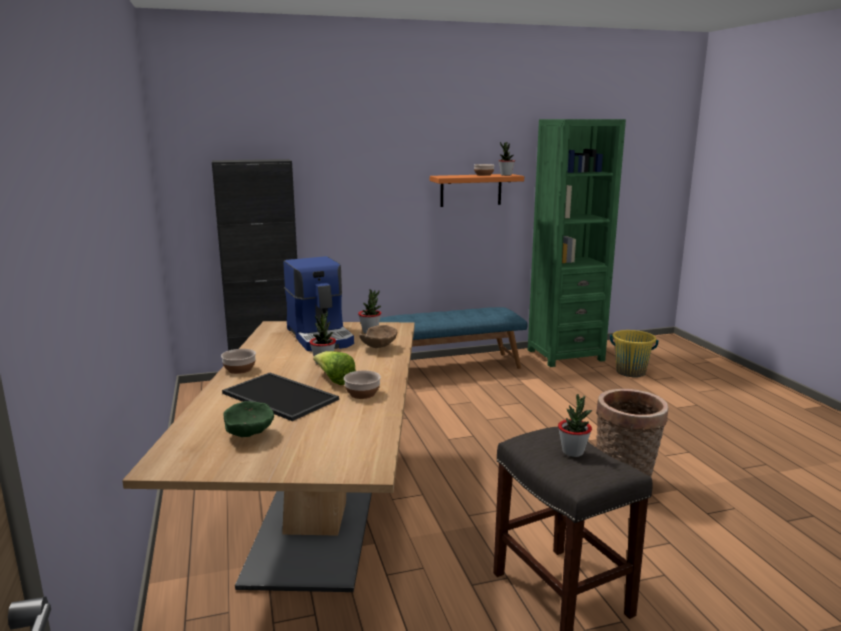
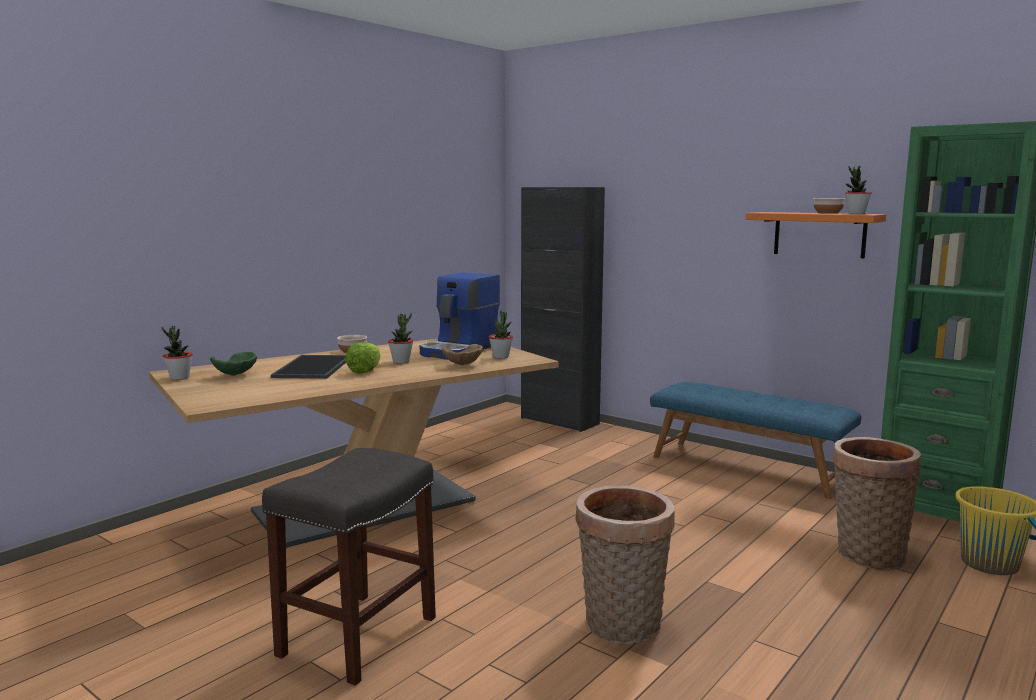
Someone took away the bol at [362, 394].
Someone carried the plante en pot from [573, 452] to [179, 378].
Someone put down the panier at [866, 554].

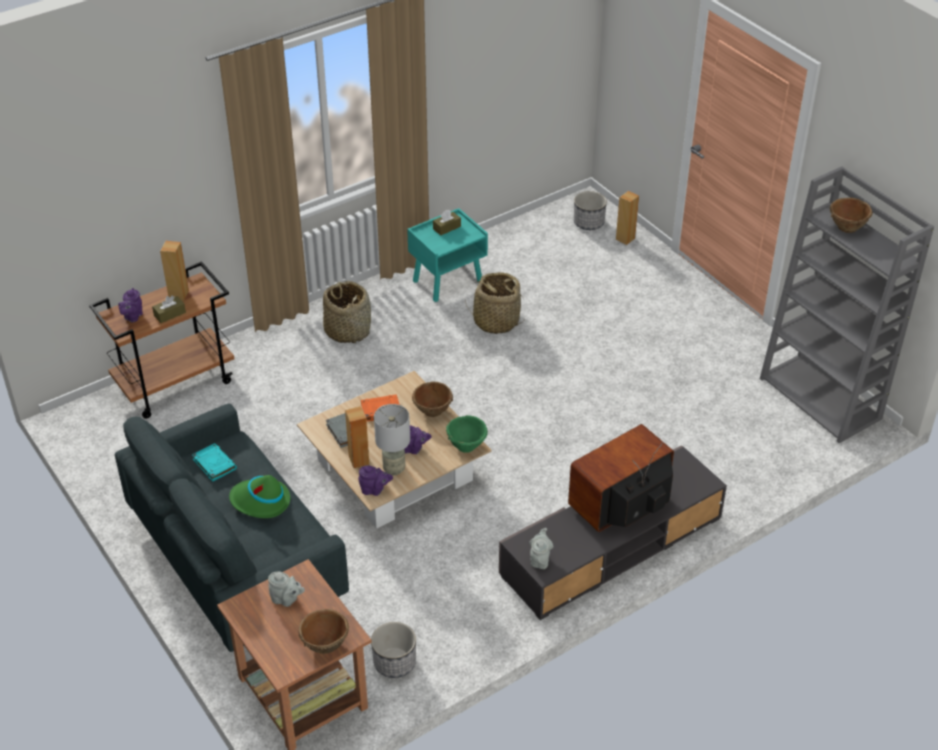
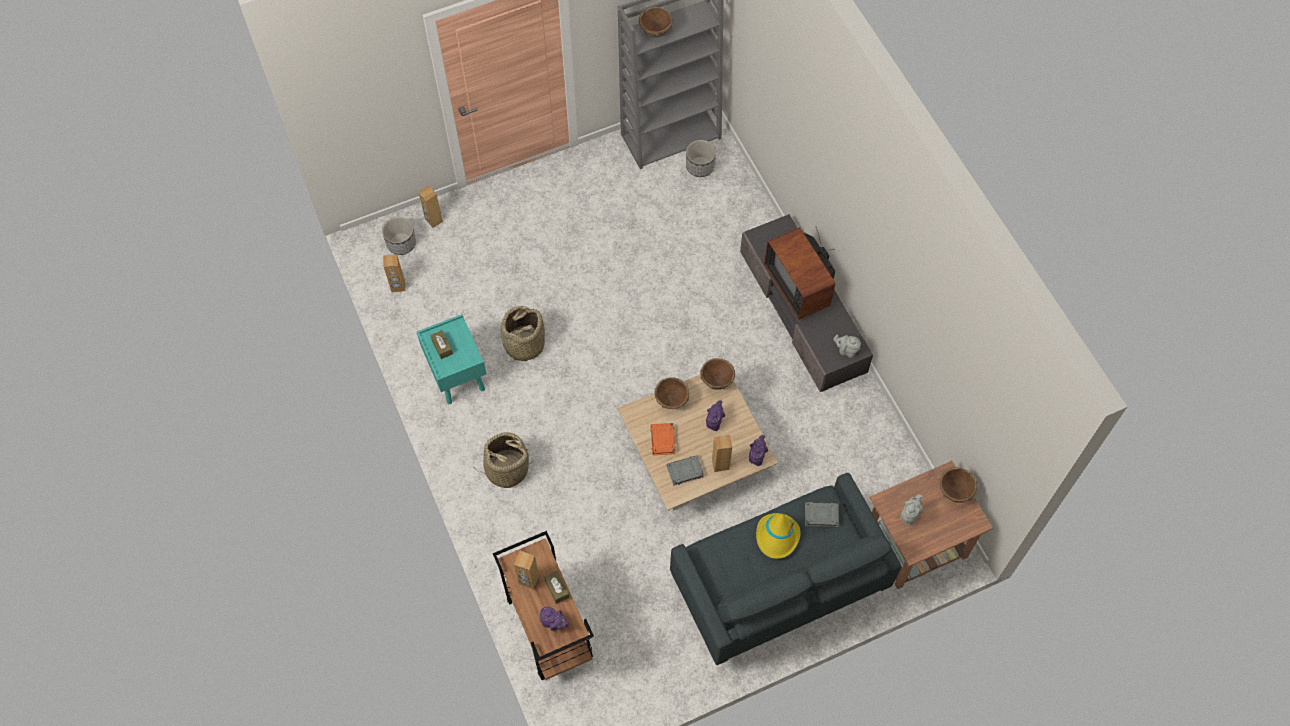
Someone took away the livre [turquoise] at [214, 464].
Someone repainted the chapeau [vert] at [260, 501], which became the chapeau [jaune] at [777, 537].
Someone carried the cache-pot from [394, 663] to [700, 167].
Someone took away the lampe de table [gris] at [394, 469].
Someone repainted the bol [vert] at [467, 445], which became the bol [marron] at [716, 381].
Someone put down the enceinte [marron] at [398, 286].
Someone put down the livre [gris] at [821, 515].

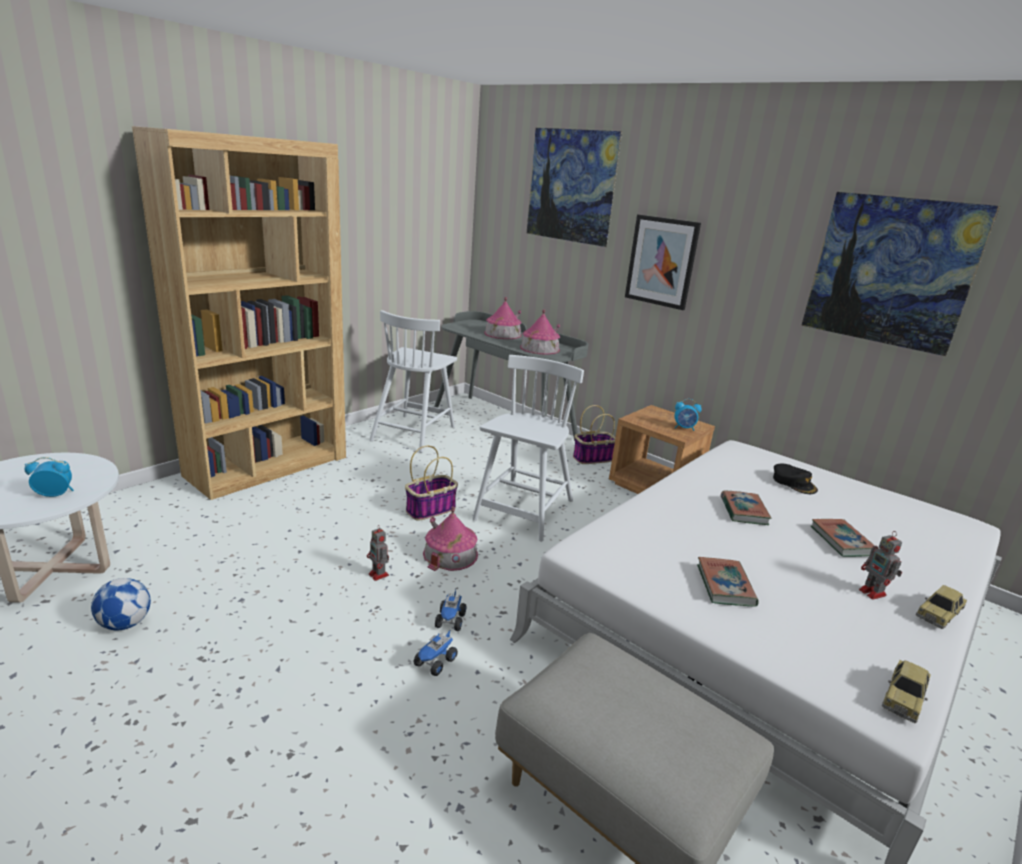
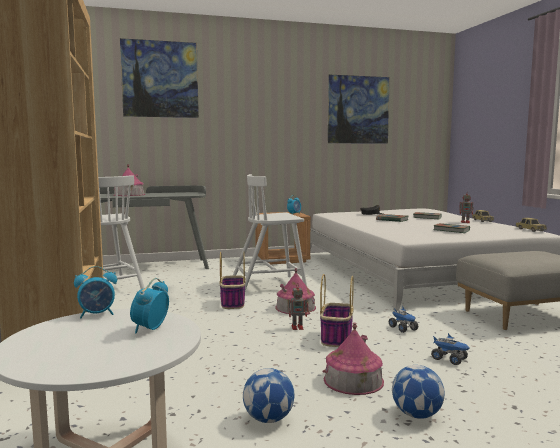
Someone carried the camion jouet from [450, 621] to [449, 359].
Someone rotated the chaise [blanc] at [524, 511] by 75 degrees counterclockwise.
Someone carried the maison miniature from [539, 348] to [353, 380].
Someone carried the panier from [593, 458] to [336, 337].
Someone took away the tableau at [661, 261].
Someone put down the réveil at [97, 314].
Someone put down the ballon de foot at [416, 414].

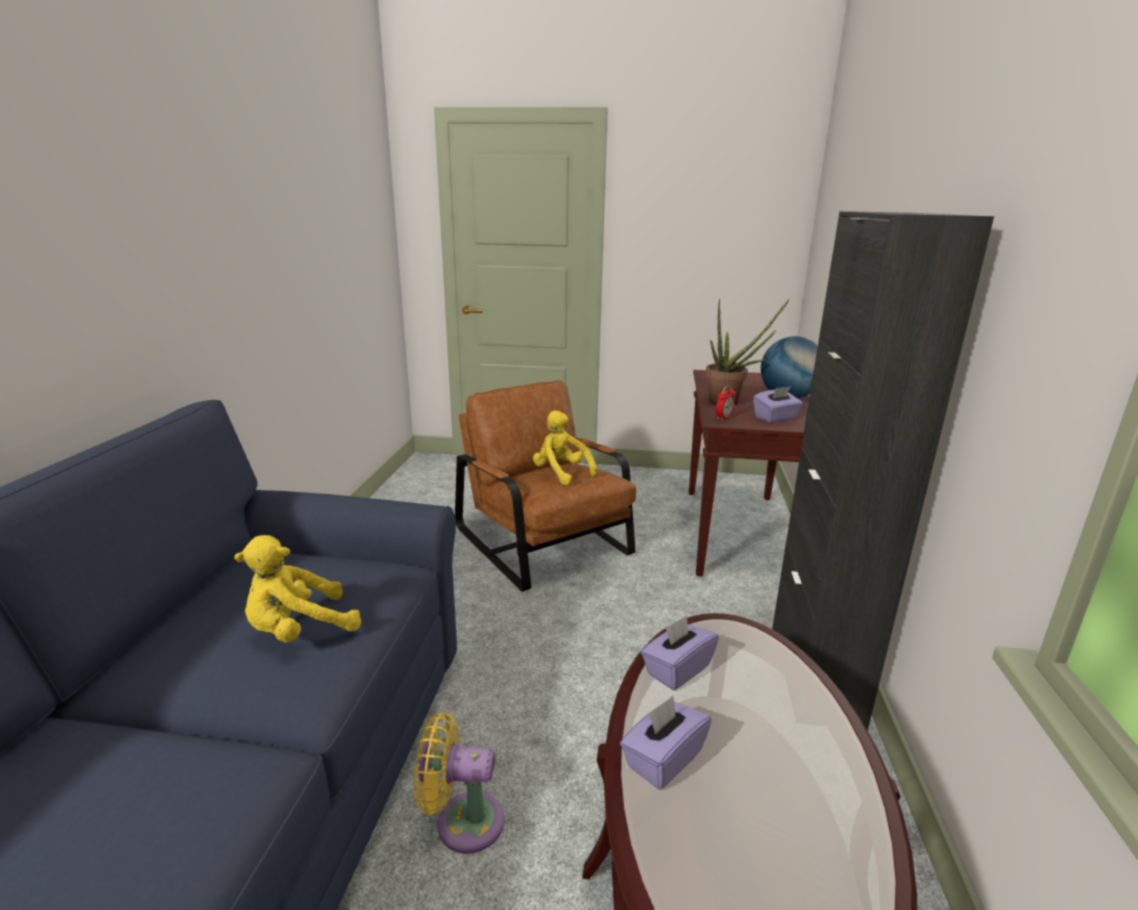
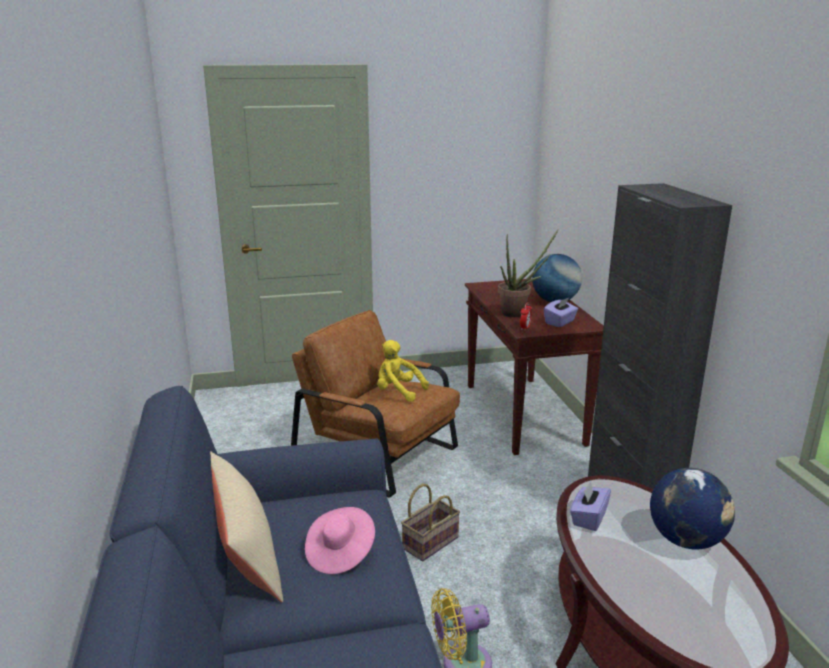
Someone swapped the peluche [jaune] at [299, 631] for the chapeau [rose] at [340, 553].
Someone took away the boîte à mouchoirs [violet] at [663, 759].
Someone put down the coussin [beige] at [244, 551].
Someone put down the panier at [430, 542].
Someone put down the globe at [686, 540].

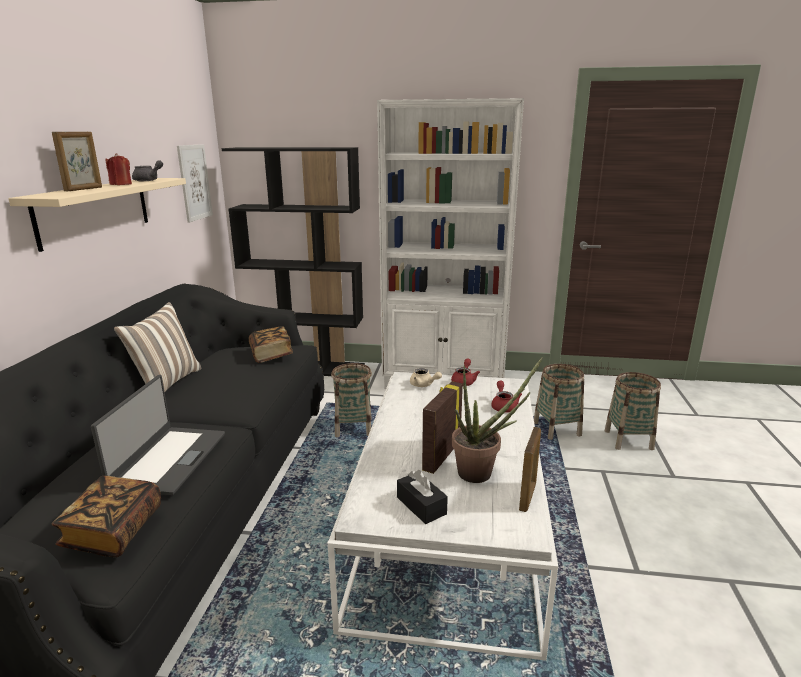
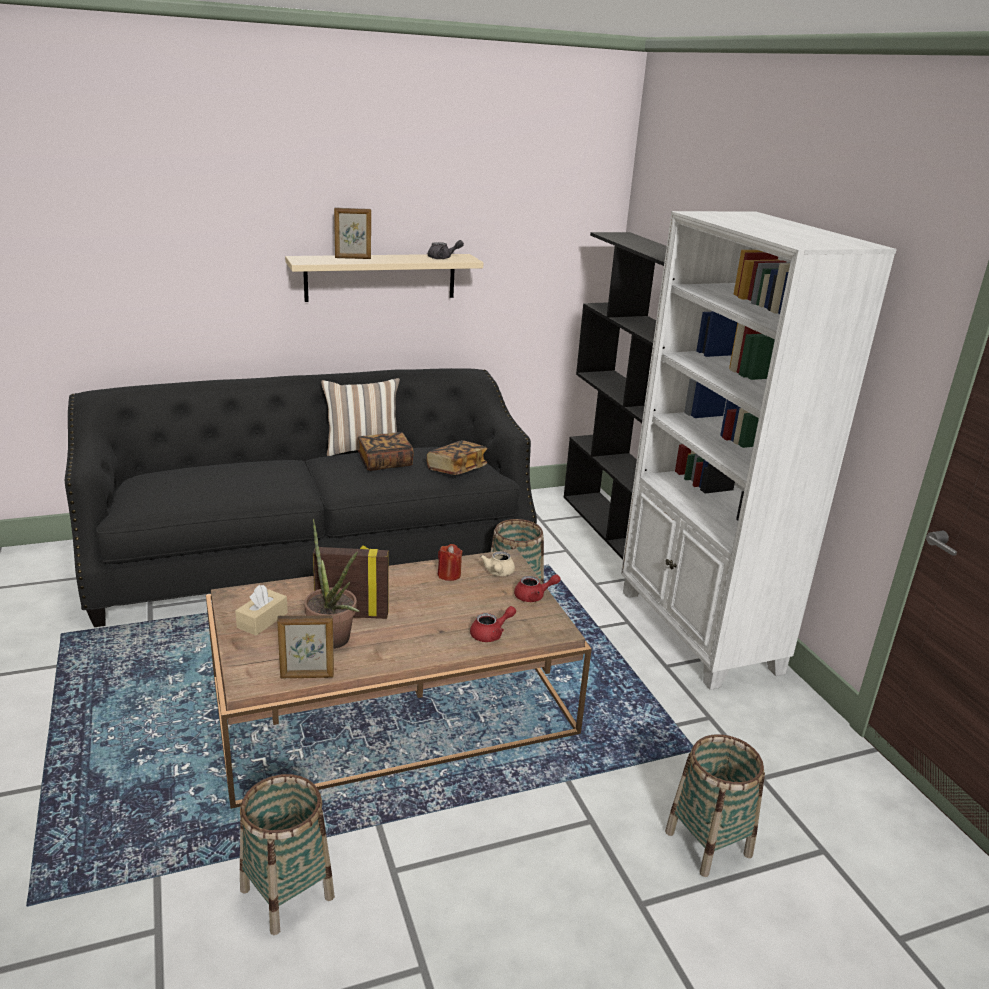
Someone carried the livre from [114, 531] to [385, 462].
Someone took away the ordinateur portable at [168, 460].
Someone carried the bougie [rouge] from [121, 184] to [449, 575].
Someone took away the tableau at [194, 182].
Someone repainted the table basse [blanc] at [448, 520], which became the table basse [marron] at [394, 705].
Someone repainted the boîte à mouchoirs [noir] at [421, 506], which became the boîte à mouchoirs [beige] at [262, 620].
Someone carried the panier from [556, 429] to [286, 893].

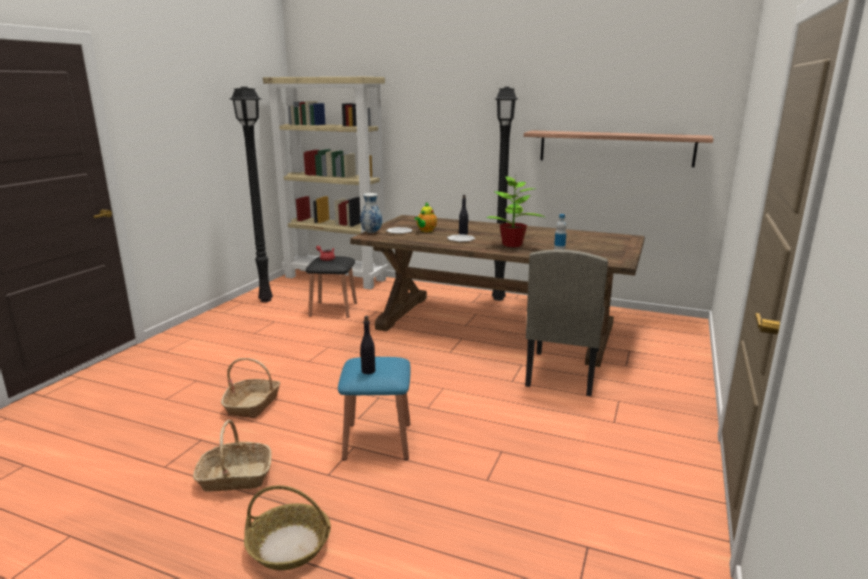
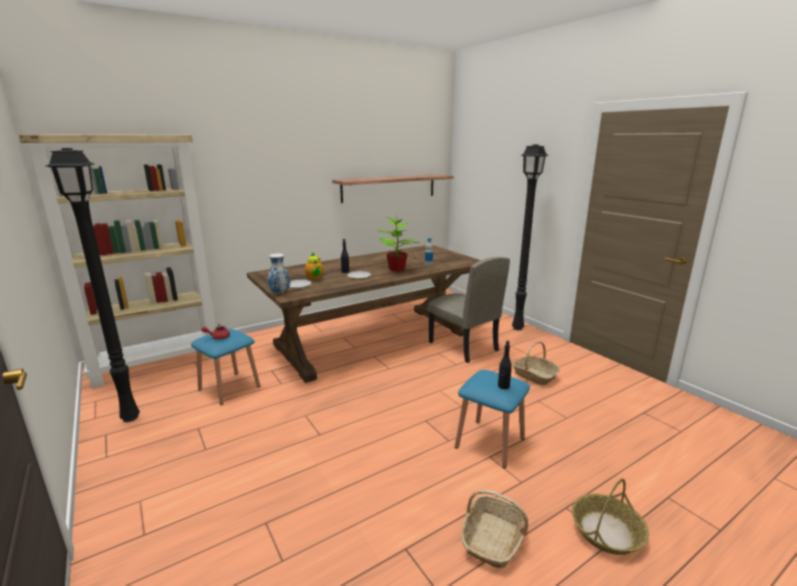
Someone carried the panier from [253, 404] to [534, 375].
Someone repainted the tabouret [noir] at [333, 309], which became the tabouret [bleu] at [229, 388].
Someone carried the lampadaire [noir] from [499, 299] to [518, 328].

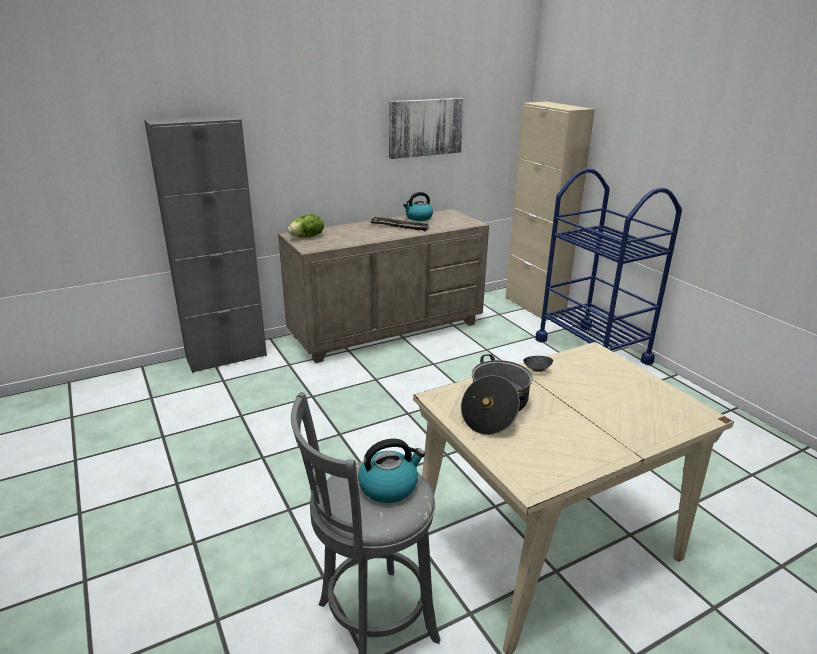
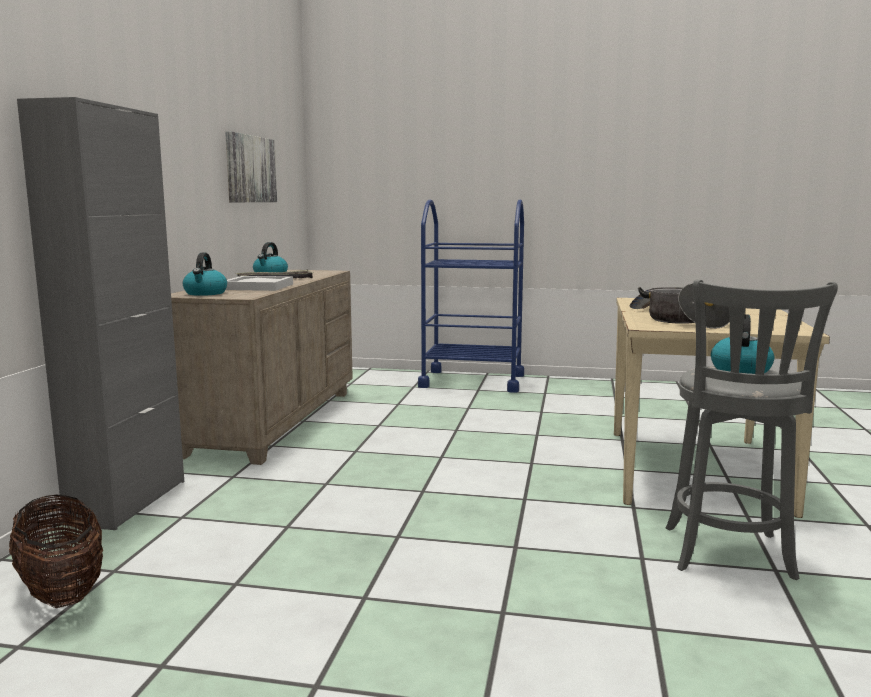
Someone swapped the laitue at [307, 237] for the bouilloire at [205, 293].
Someone took away the meuble de rangement [beige] at [534, 306].
Someone put down the panier at [62, 591].
Someone put down the plateau [blanc] at [256, 287].

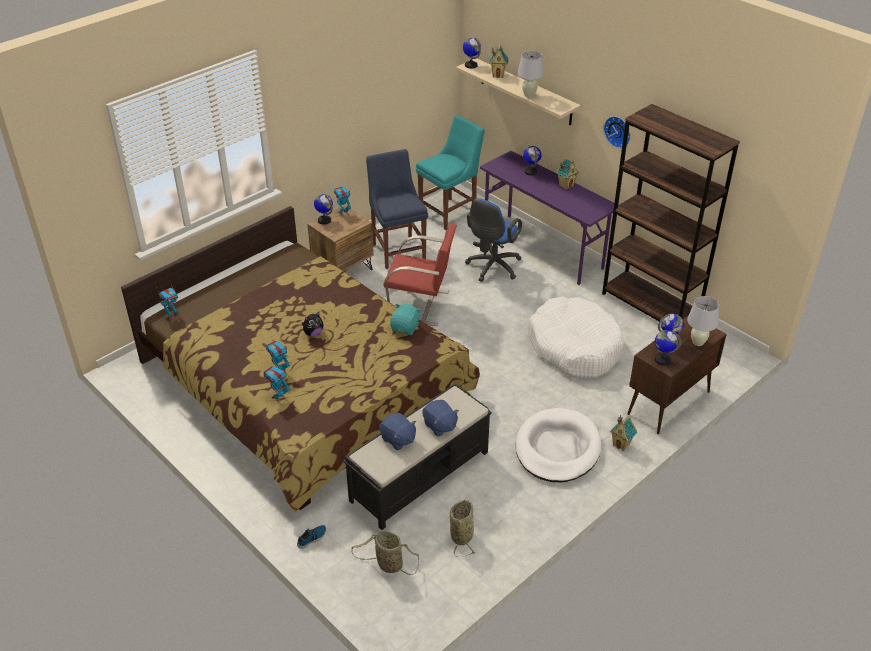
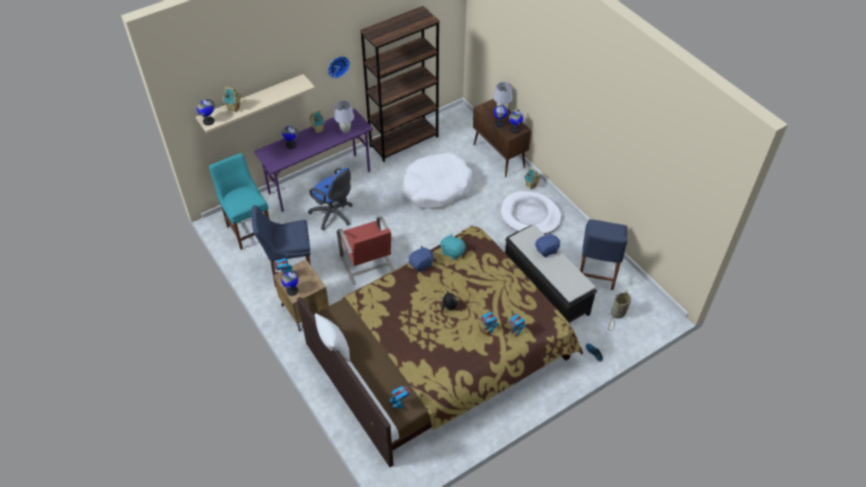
Someone carried the peluche [bleu] from [398, 439] to [421, 264].
Someone rotated the chaise [rouge] at [420, 305] by 135 degrees clockwise.
Someone swapped the panier at [462, 535] for the chaise [bleu] at [596, 274].
Someone carried the lampe de table [blanc] from [529, 95] to [345, 130].
Someone put down the coussin [blanc] at [334, 349].

